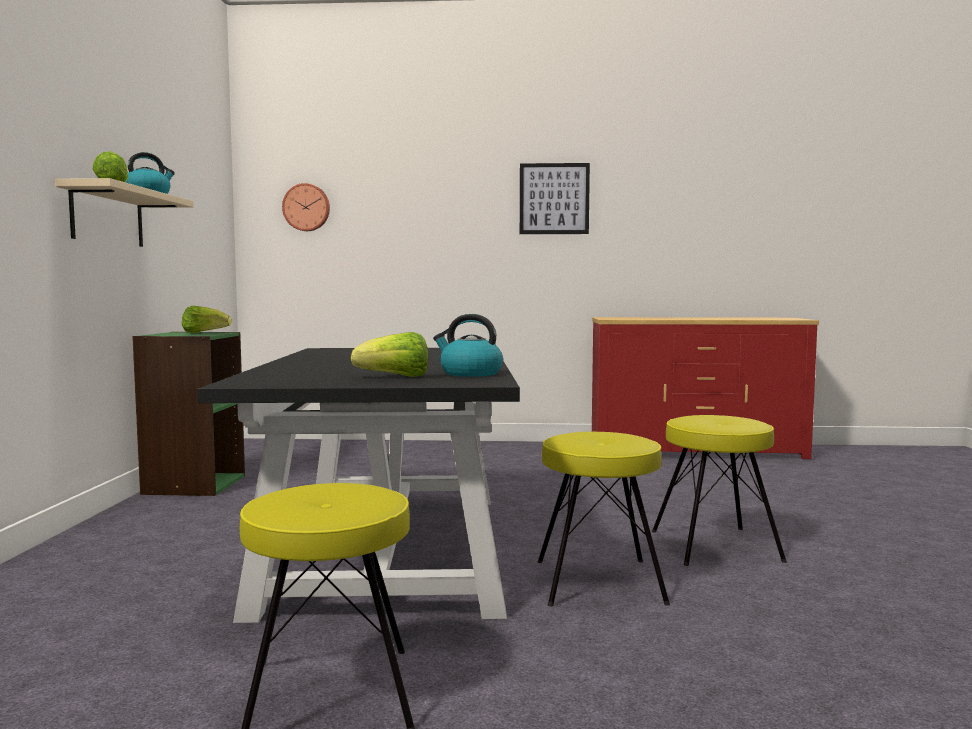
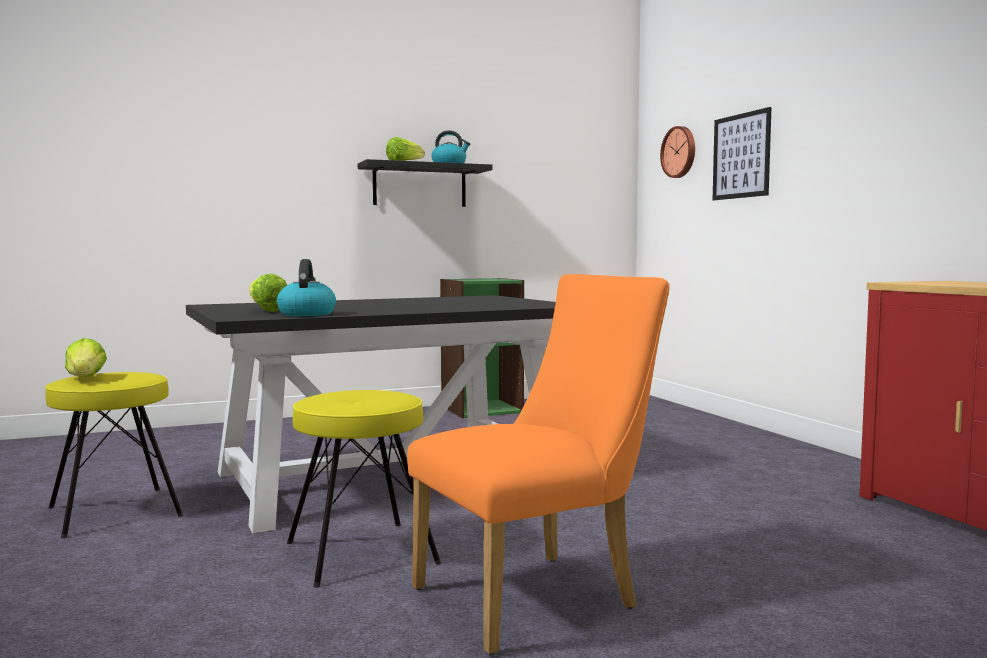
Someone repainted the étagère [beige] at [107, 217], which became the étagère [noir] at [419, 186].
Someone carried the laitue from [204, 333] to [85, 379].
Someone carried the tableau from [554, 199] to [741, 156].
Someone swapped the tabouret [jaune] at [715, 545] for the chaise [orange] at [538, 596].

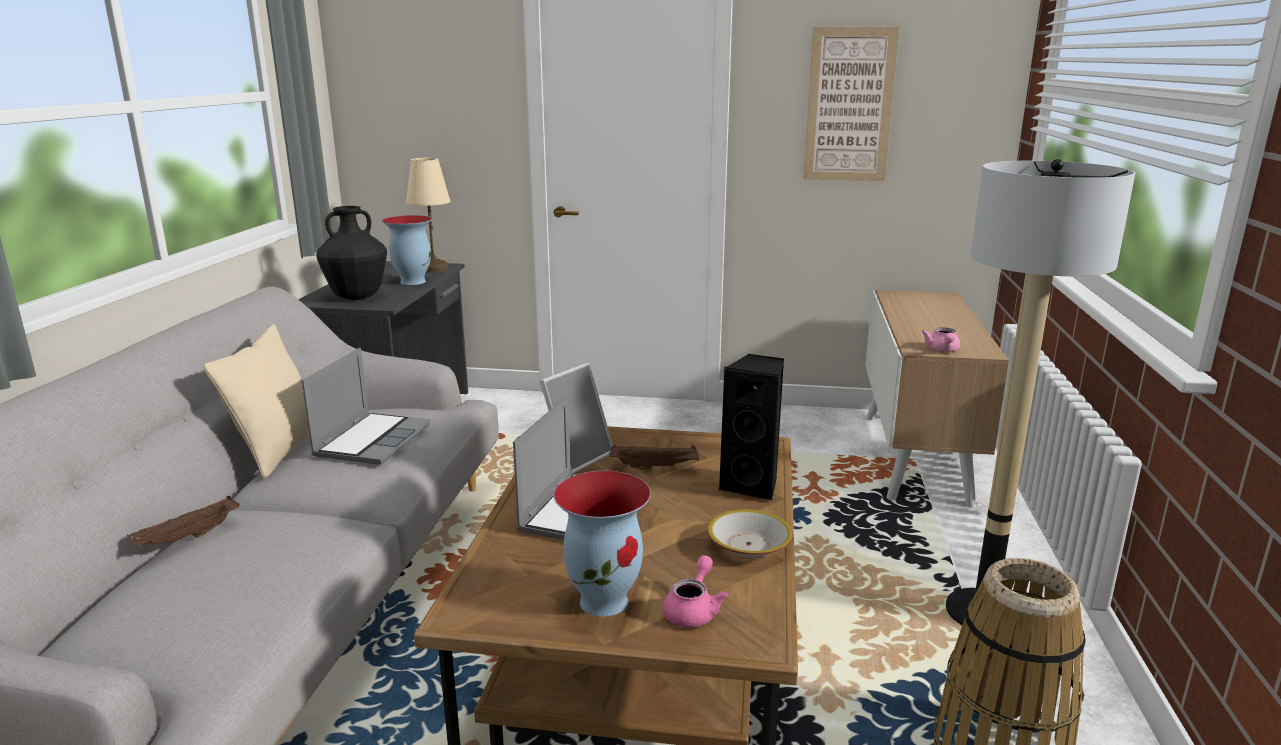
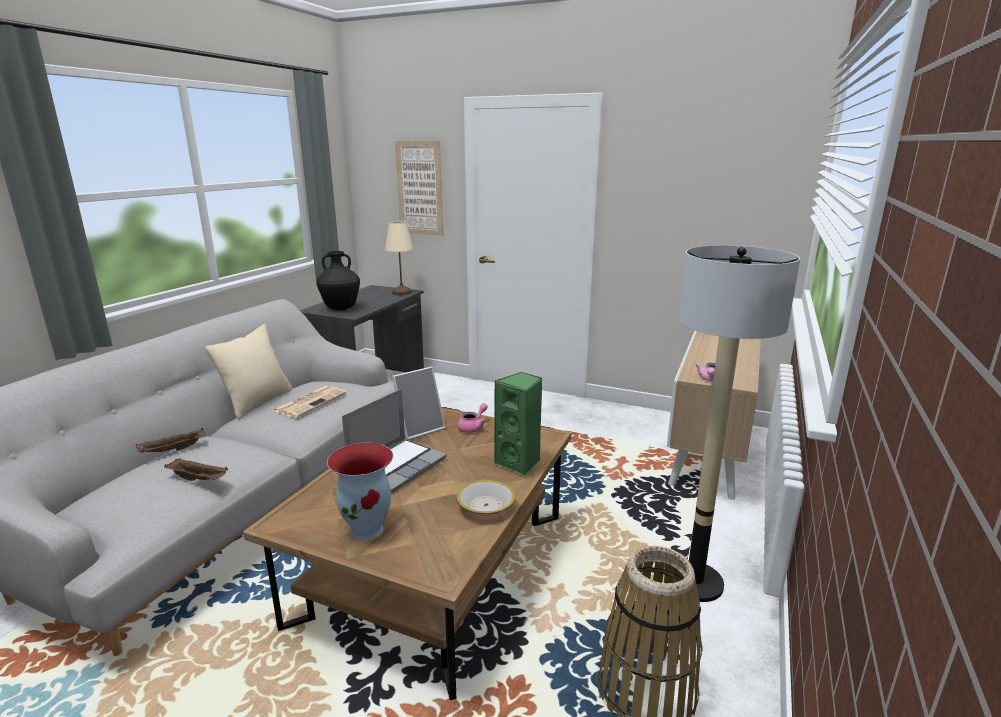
Someone swapped the ordinateur portable at [372, 440] for the journal at [311, 402].
Someone took away the vase at [412, 281].
Someone carried the plateau [marron] from [656, 467] to [199, 479].
Someone carried the théière [rose] from [693, 610] to [473, 427].
Someone repainted the enceinte [noir] at [752, 485], which became the enceinte [vert] at [519, 463].
Someone carried the tableau from [849, 105] to [419, 188].

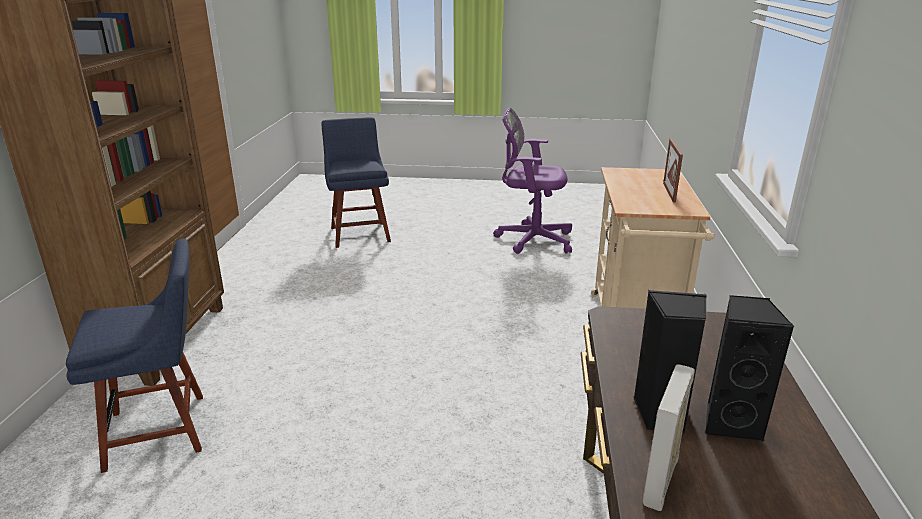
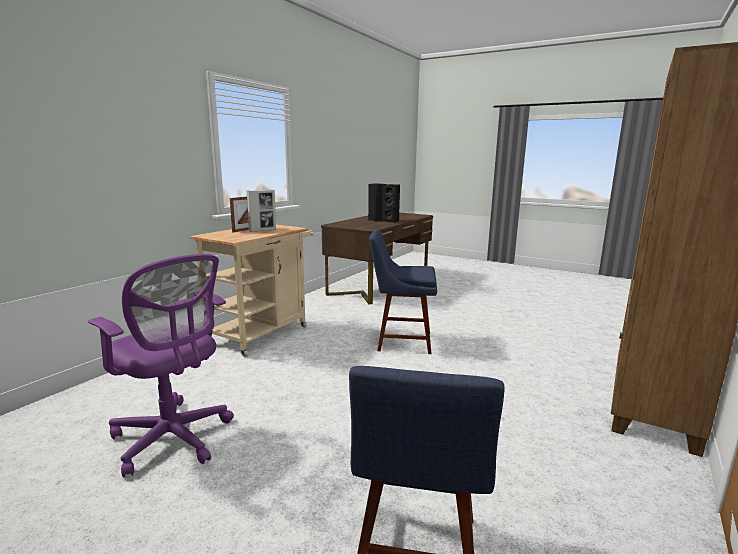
Someone carried the chaise [bleu] from [163, 430] to [400, 341].
Someone carried the cadre photo from [660, 482] to [262, 230].

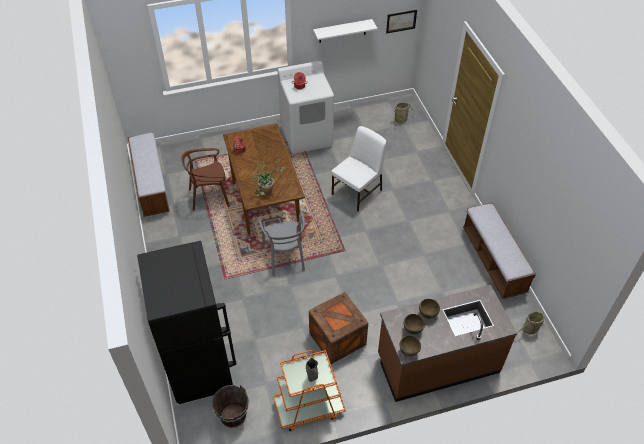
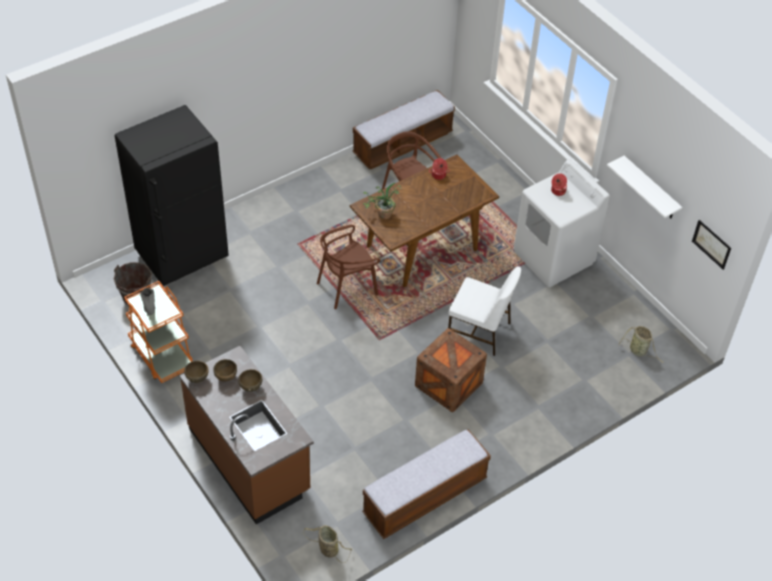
Someone repainted the chaise [gris] at [285, 257], which became the chaise [marron] at [347, 287].
Someone carried the caisse from [337, 339] to [448, 384].

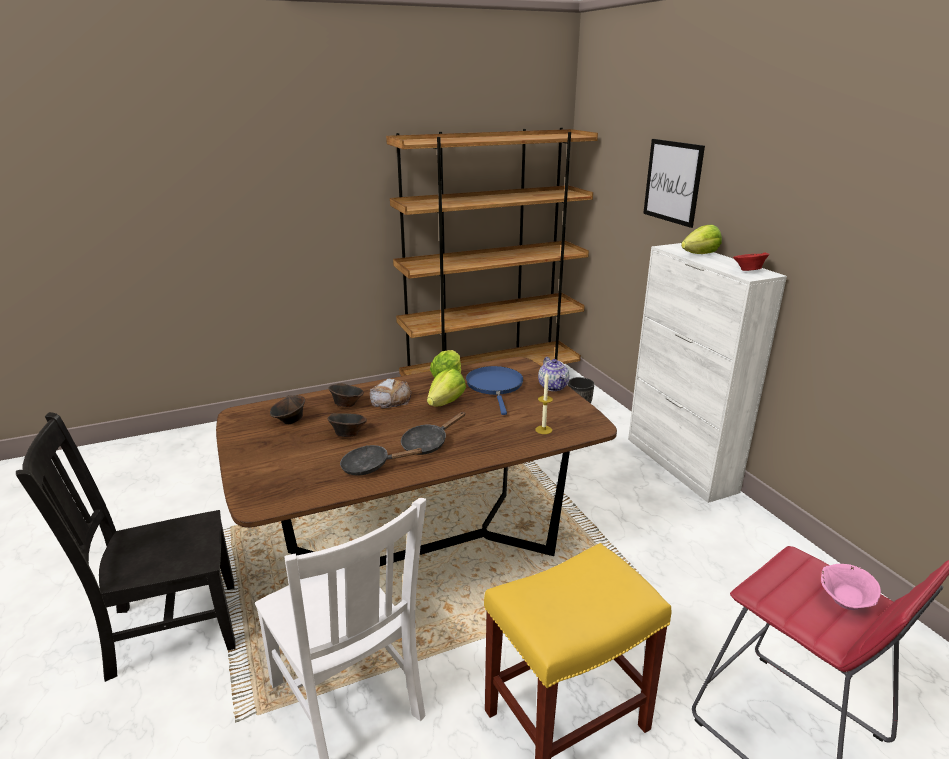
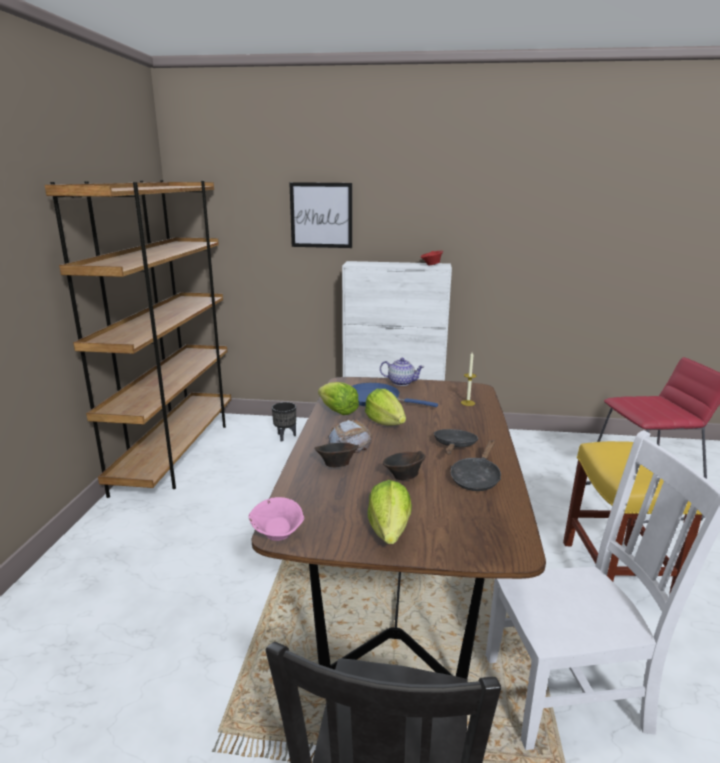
Someone took away the bol [marron] at [290, 421].
Someone rotated the poêle [noir] at [428, 443] by 150 degrees counterclockwise.
Someone carried the laitue from [700, 254] to [389, 531].
Someone carried the bol [rose] from [845, 603] to [278, 535].

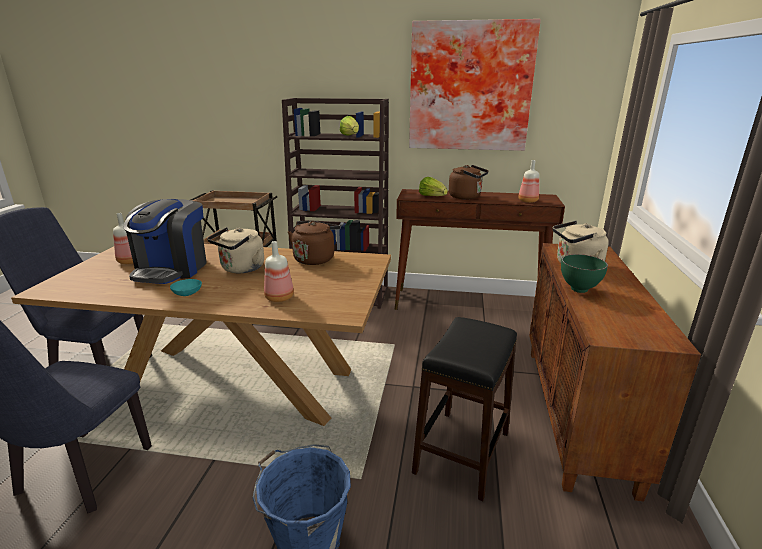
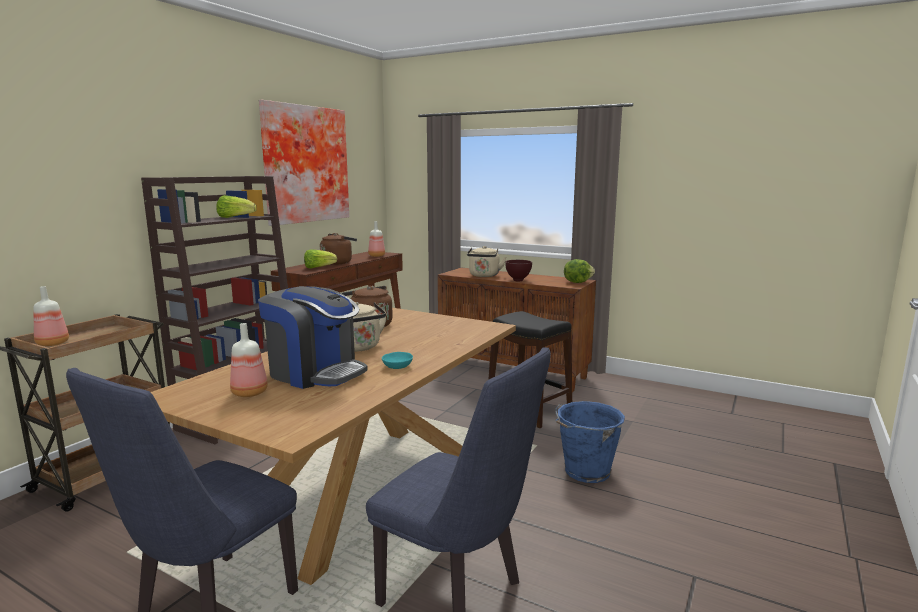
Someone carried the bouteille from [280, 298] to [54, 343].
Someone repainted the bol [vert] at [580, 290], which became the bol [marron] at [518, 280].
Someone put down the laitue at [577, 282].

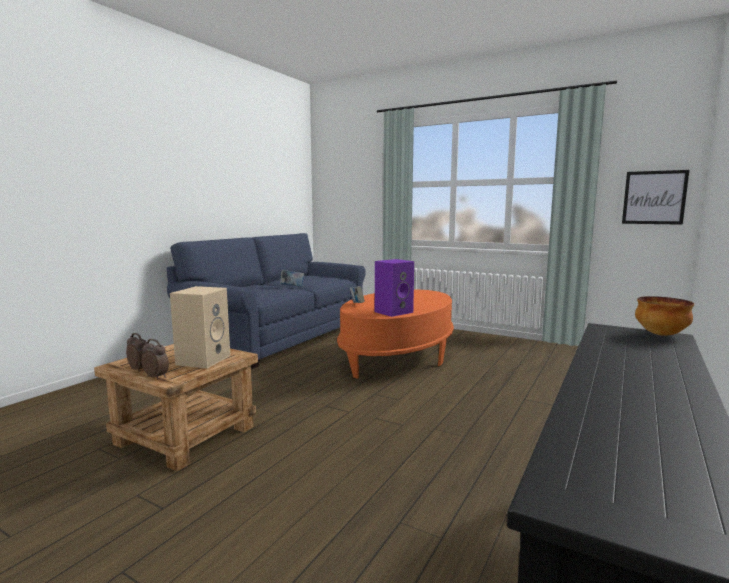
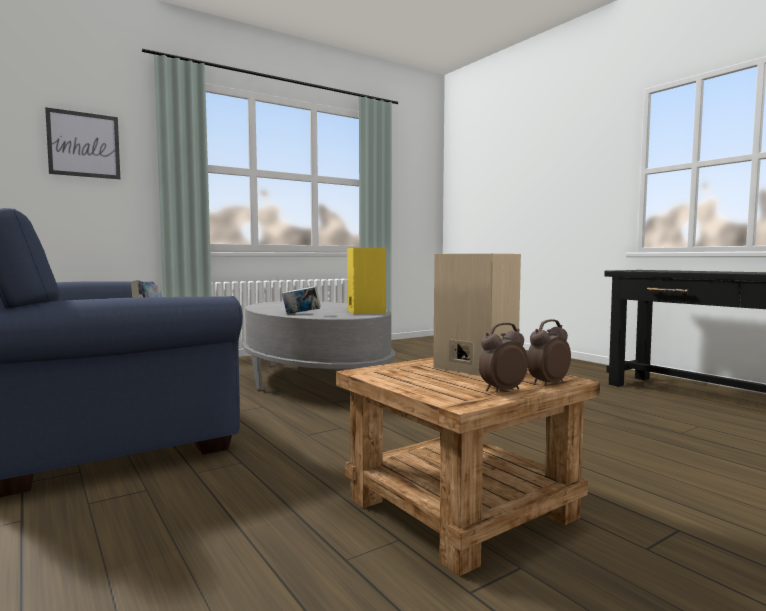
Someone repainted the table basse [orange] at [398, 357], which became the table basse [gris] at [315, 381].
Someone repainted the enceinte [violet] at [394, 312], which became the enceinte [jaune] at [365, 311].
Someone carried the tableau from [654, 197] to [84, 145].
Someone took away the bol at [661, 334].

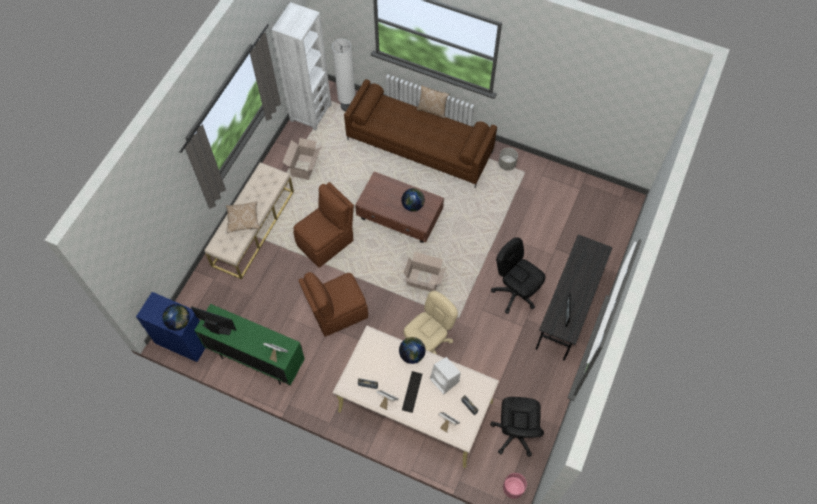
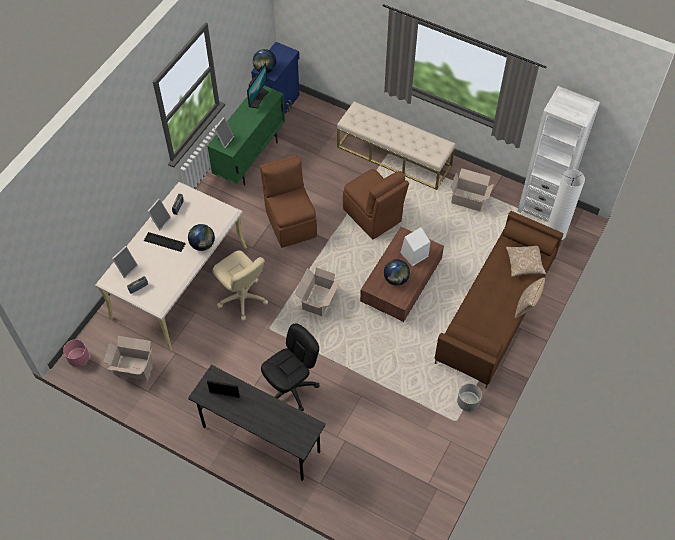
Someone carried the coussin from [243, 220] to [524, 264].
Someone carried the enceinte [blanc] from [445, 380] to [413, 255].
Someone swapped the chaise de bureau [noir] at [515, 434] for the carton at [132, 367].

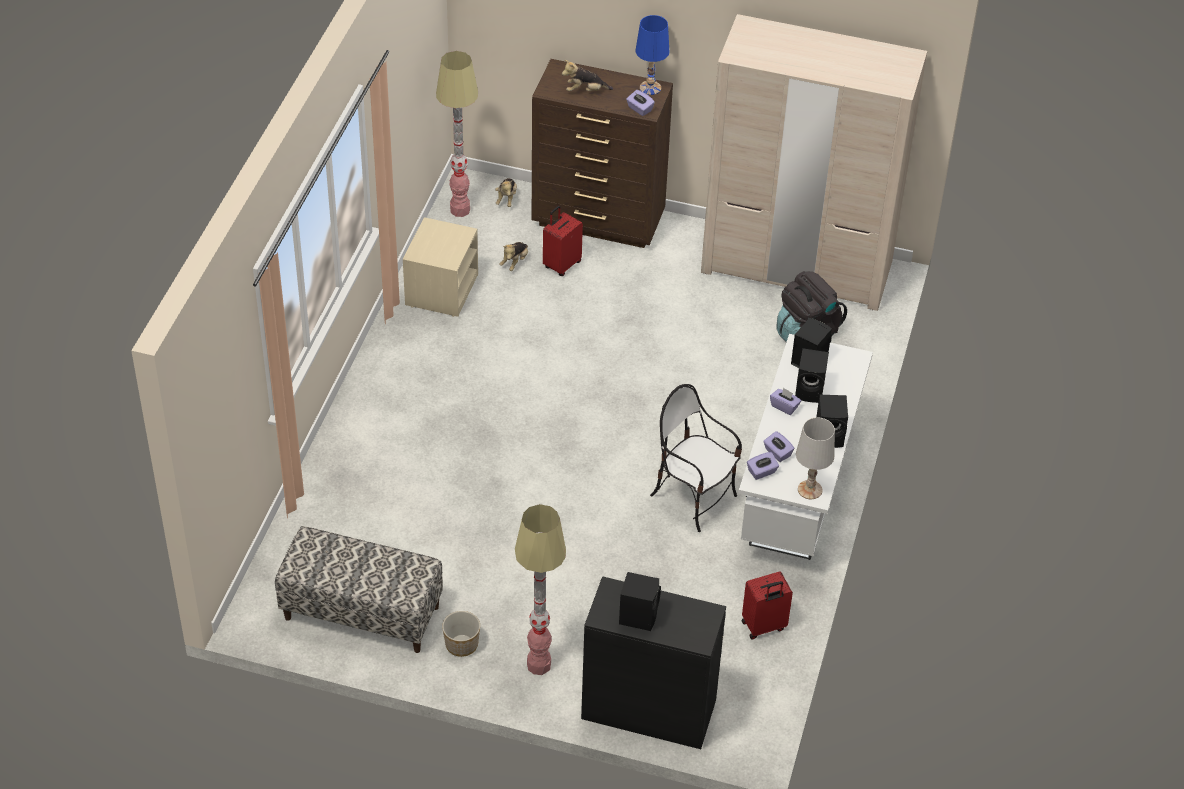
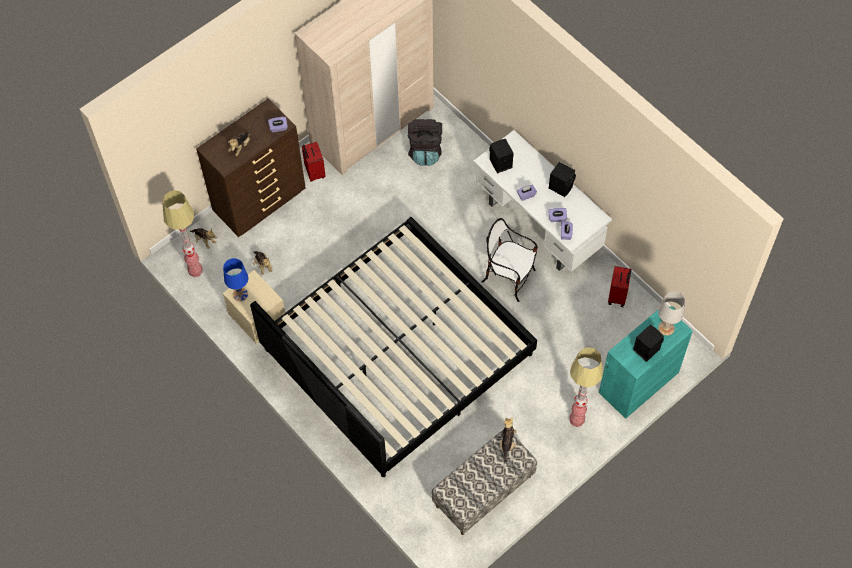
Someone took away the cache-pot at [461, 645].
Someone carried the valise [rouge] from [561, 264] to [314, 172].
Someone repainted the meuble de rangement [noir] at [648, 709], which became the meuble de rangement [turquoise] at [639, 382].
Someone carried the lampe de table [bleu] from [650, 88] to [240, 294].
Someone rotated the chaise at [693, 498] by 45 degrees clockwise.
Someone took away the enceinte [noir] at [811, 391].
Someone carried the lampe de table [blanc] from [810, 490] to [666, 328].
Someone put down the lit at [397, 352].
Someone put down the peluche at [507, 443].

